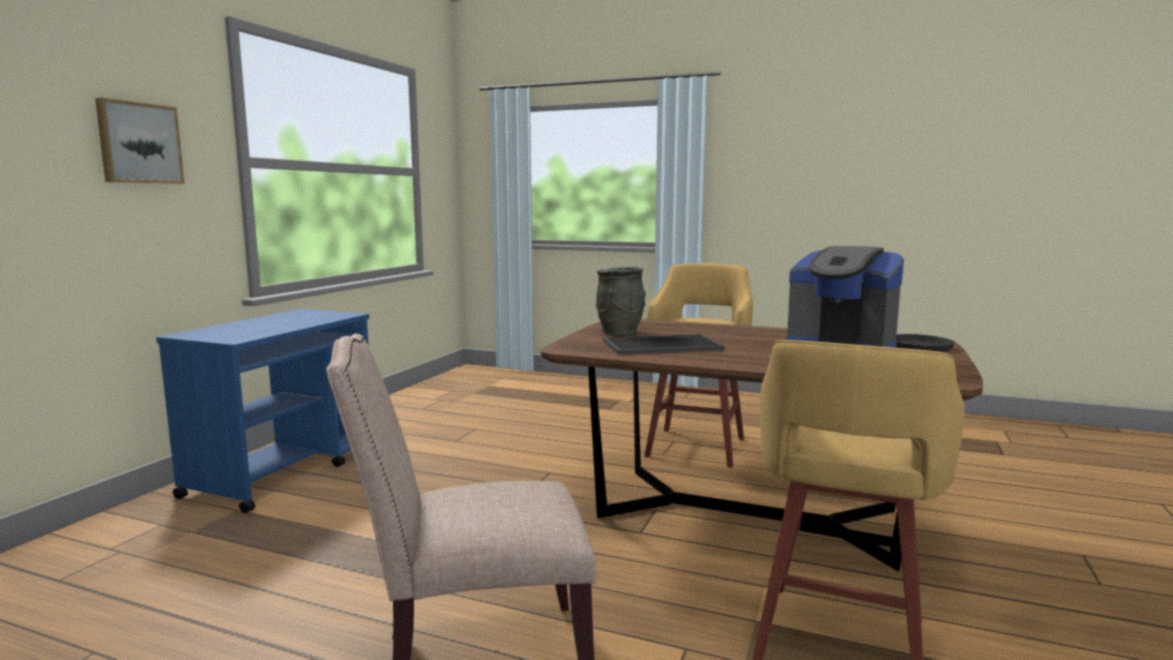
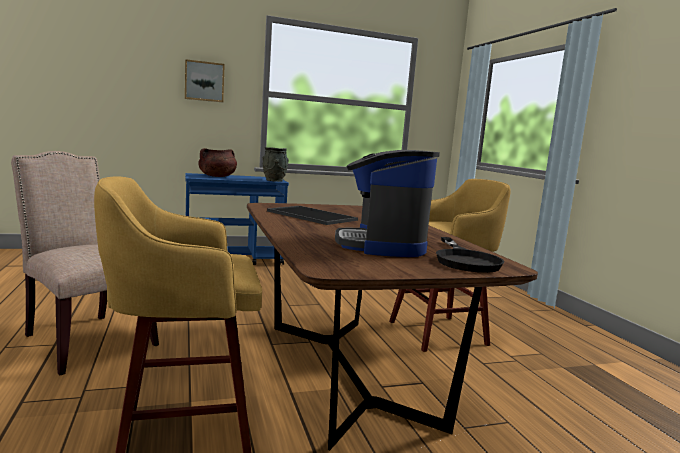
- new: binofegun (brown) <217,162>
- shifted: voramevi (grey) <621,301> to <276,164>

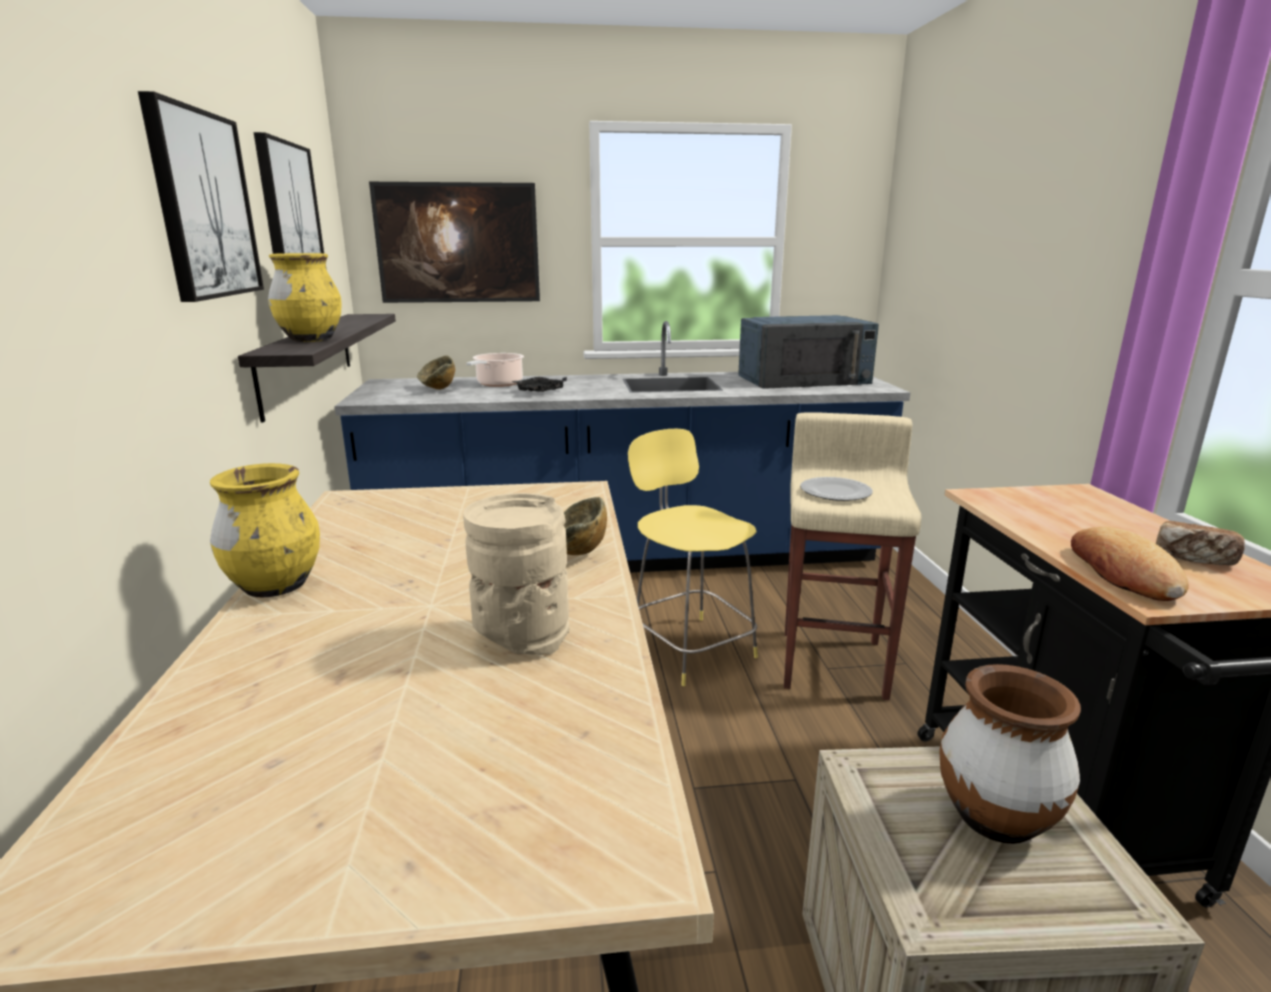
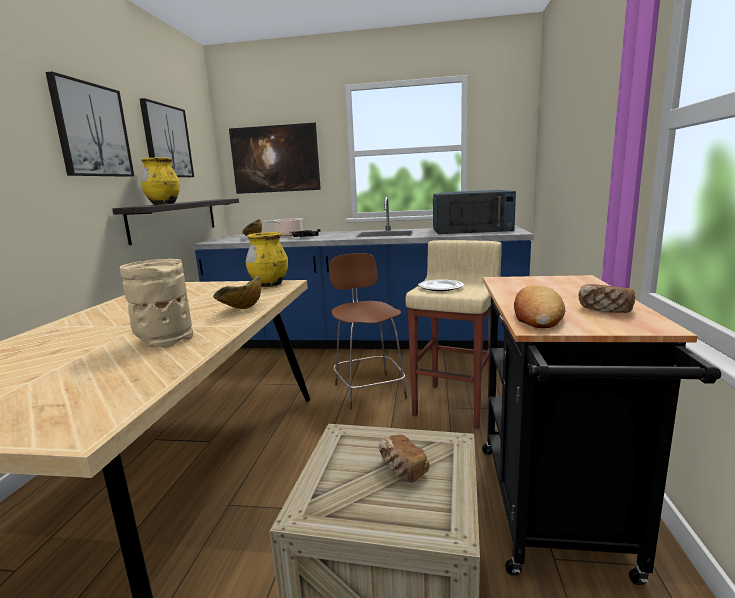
- shifted: voramevi (yellow) <265,530> to <267,259>
- repainted: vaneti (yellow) <693,557> to vaneti (brown) <368,331>
- swapped: voramevi (brown) <1010,754> to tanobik <404,458>

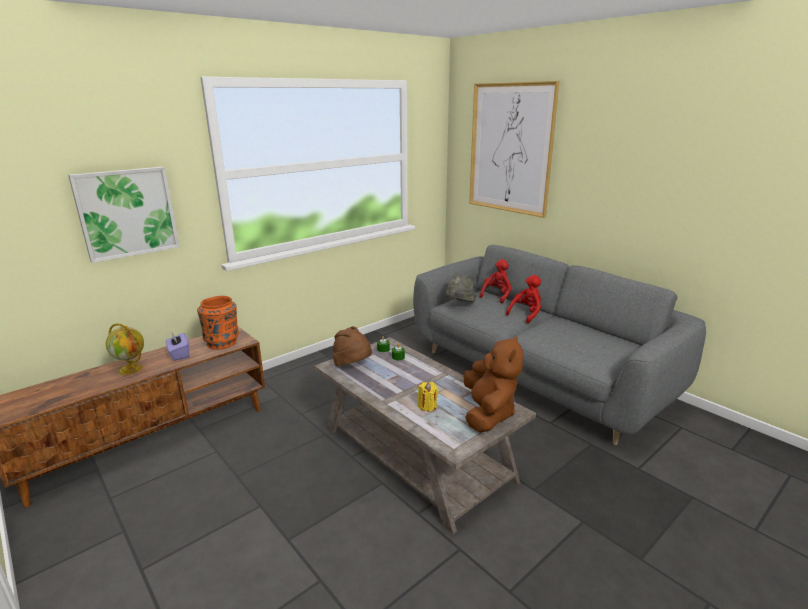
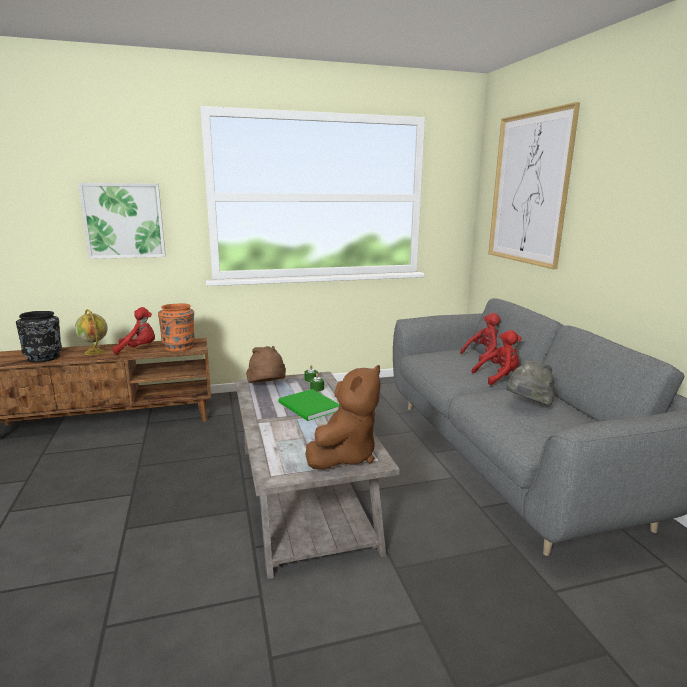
- new: voramevi (black) <39,337>
- swapped: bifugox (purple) <178,347> to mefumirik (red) <134,331>
- new: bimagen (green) <309,405>
- shifted: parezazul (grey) <461,287> to <531,382>
- gone: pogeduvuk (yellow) <428,396>

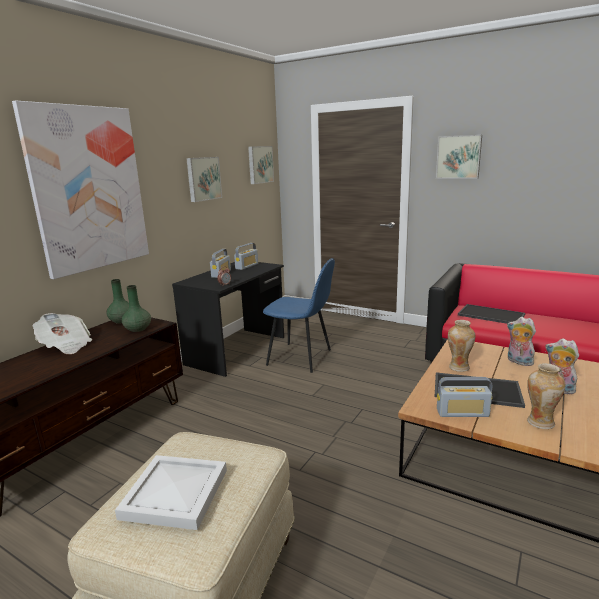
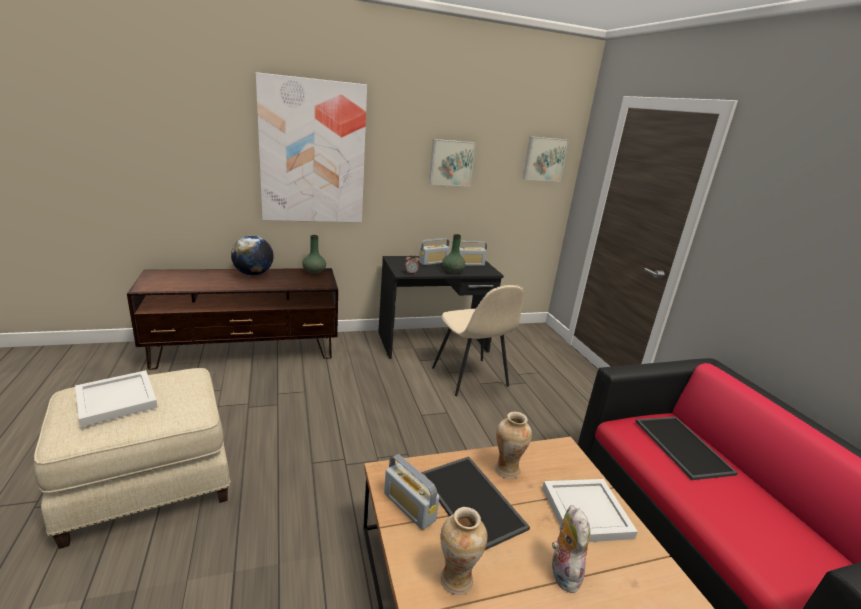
- swapped: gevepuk <62,333> to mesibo <252,256>
- repainted: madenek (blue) <299,315> to madenek (beige) <478,340>
- shifted: voramevi (green) <136,308> to <454,254>
- swapped: mefumirik <521,341> to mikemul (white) <590,510>
- gone: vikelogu <459,157>

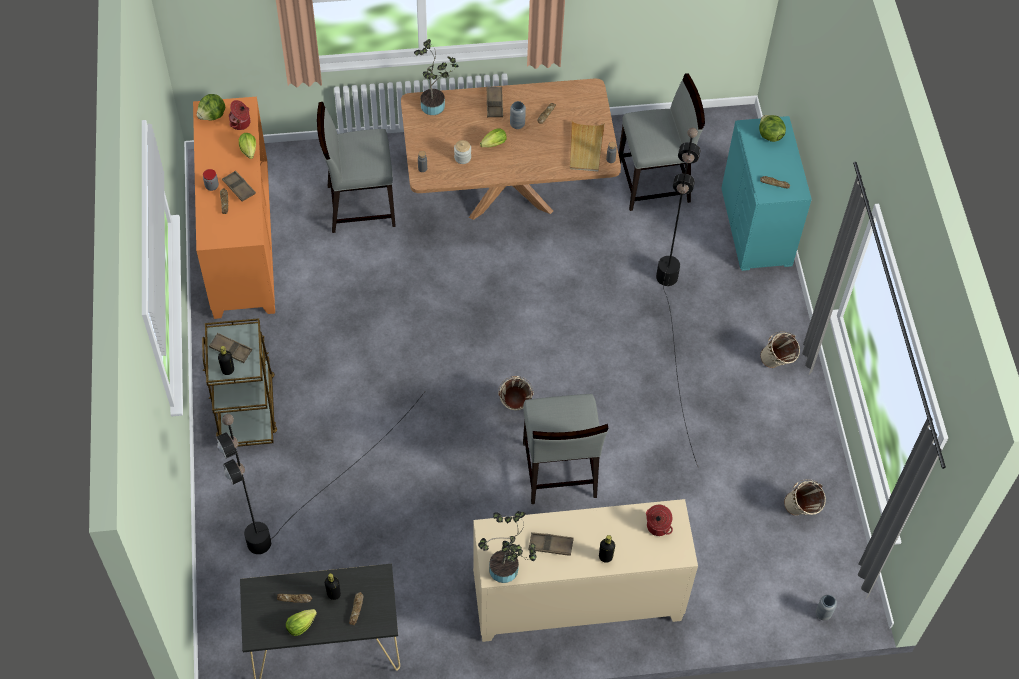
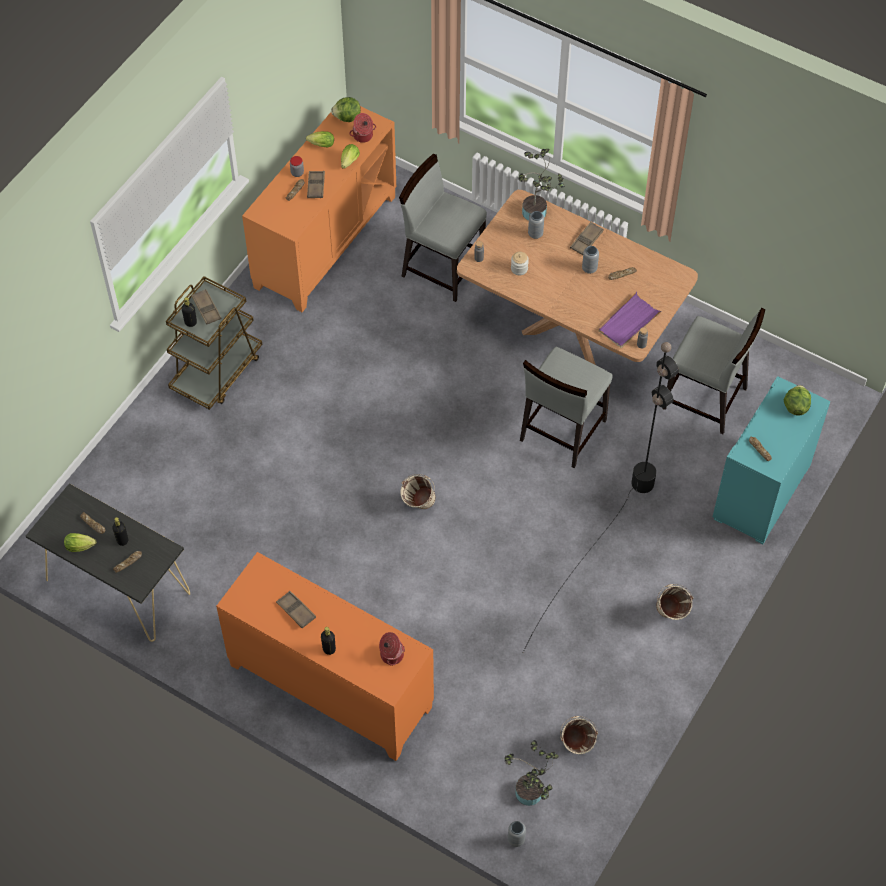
- repainted: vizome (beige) <585,570> to vizome (orange) <325,656>
- shifted: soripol <493,137> to <320,139>
- shifted: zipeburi <507,547> to <532,773>
- shifted: madenek (grey) <565,449> to <566,407>
- new: voramevi (grey) <536,225>
- repainted: mikemul (beige) <587,146> to mikemul (purple) <631,320>
- gone: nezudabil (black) <320,473>

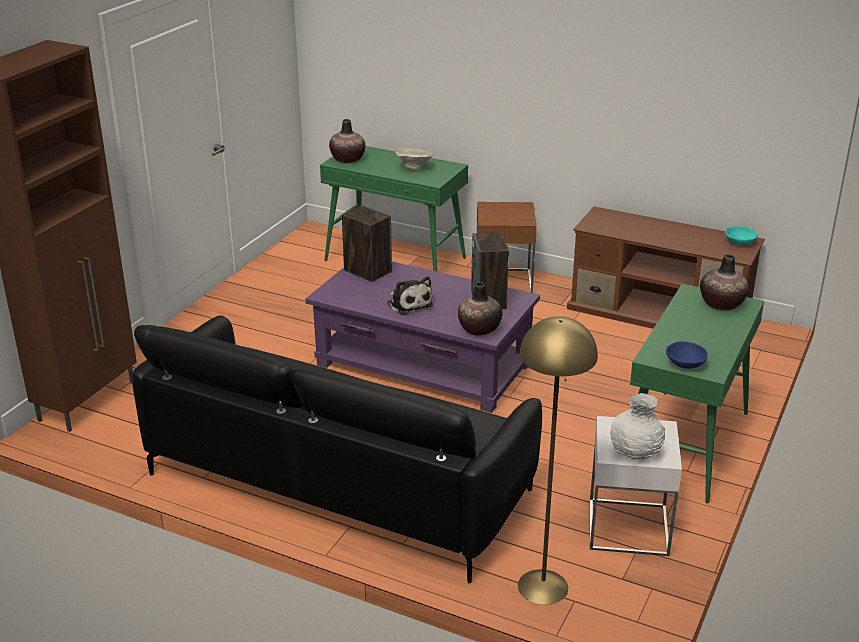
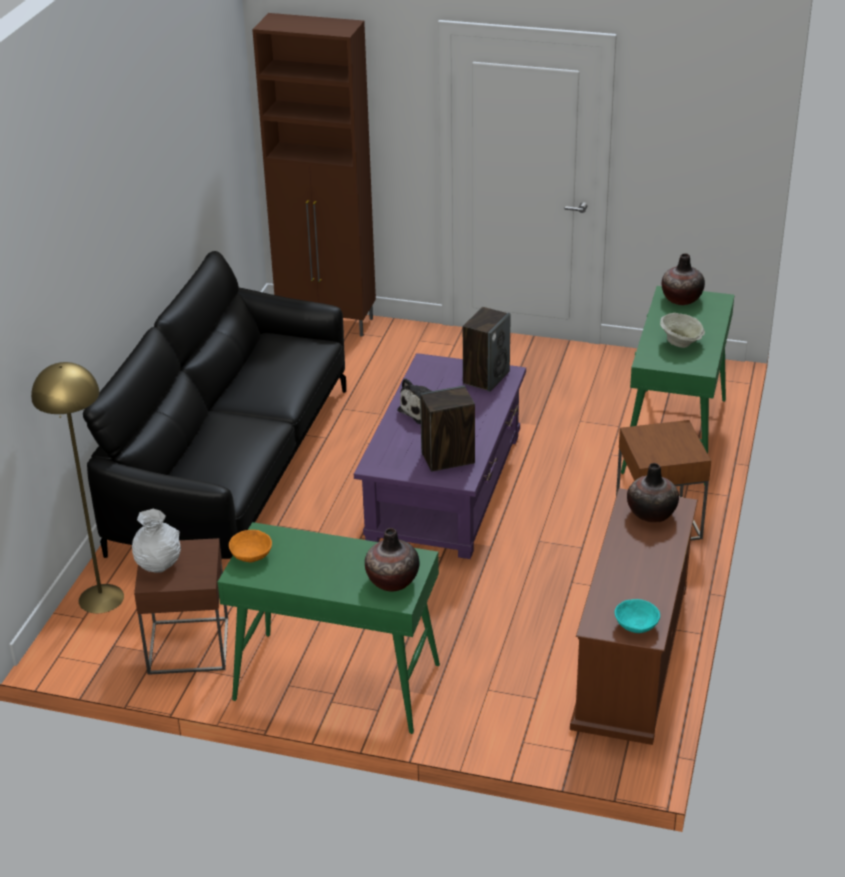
- repainted: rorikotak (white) <636,486> to rorikotak (brown) <181,606>
- repainted: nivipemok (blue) <687,355> to nivipemok (orange) <250,546>
- shifted: voramevi <480,308> to <653,493>

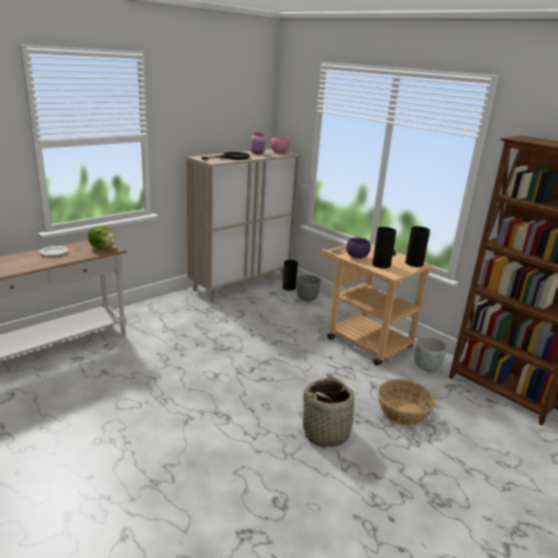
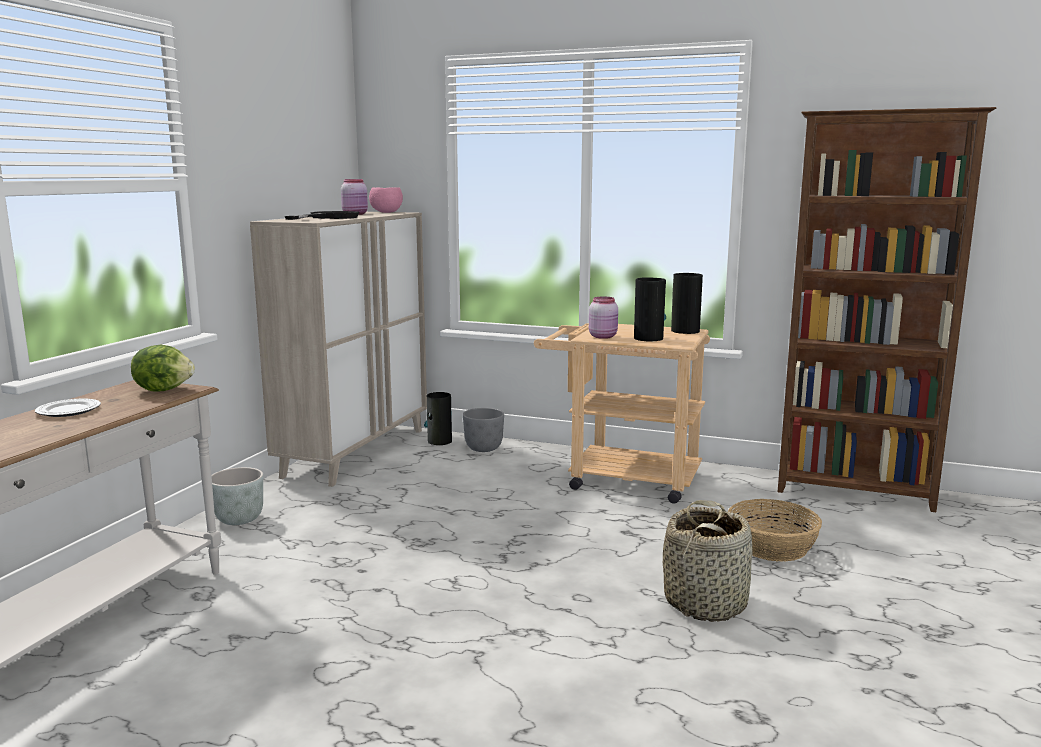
- shifted: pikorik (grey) <430,353> to <237,496>
- swapped: nivipemok (purple) <358,248> to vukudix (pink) <603,318>

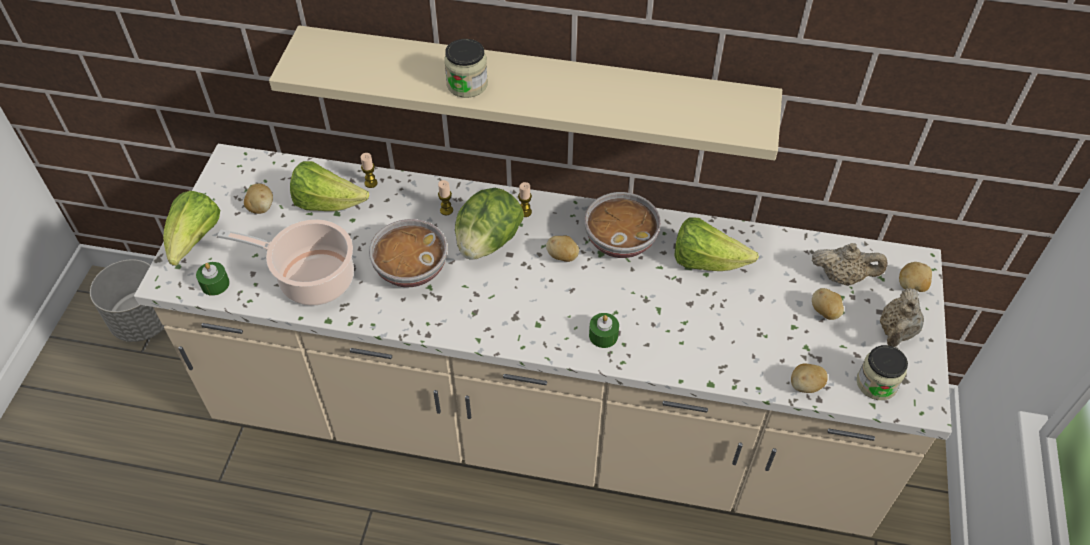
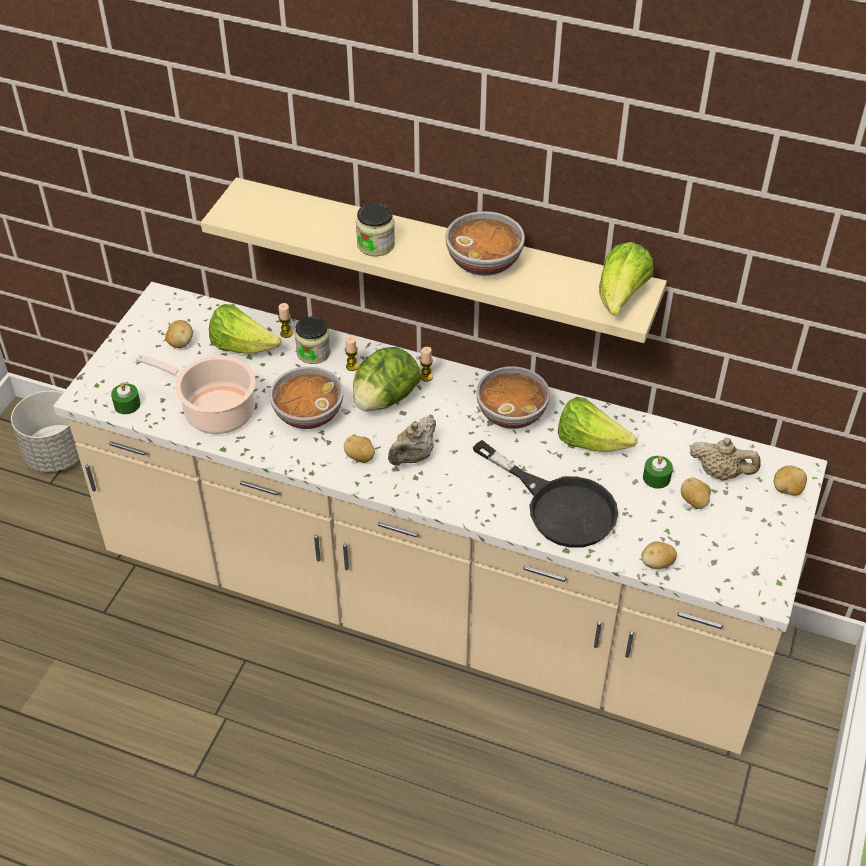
- shifted: vukudix <882,372> to <313,340>
- shifted: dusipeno <562,249> to <359,449>
- shifted: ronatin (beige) <902,317> to <412,441>
- new: nivipemok <485,243>
- new: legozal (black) <545,494>
- shifted: soripol <191,228> to <626,279>
- shifted: pogeduvuk (green) <604,330> to <658,472>

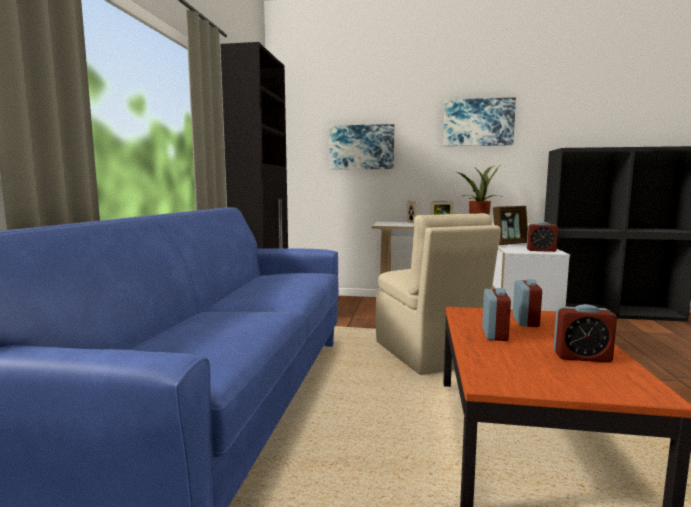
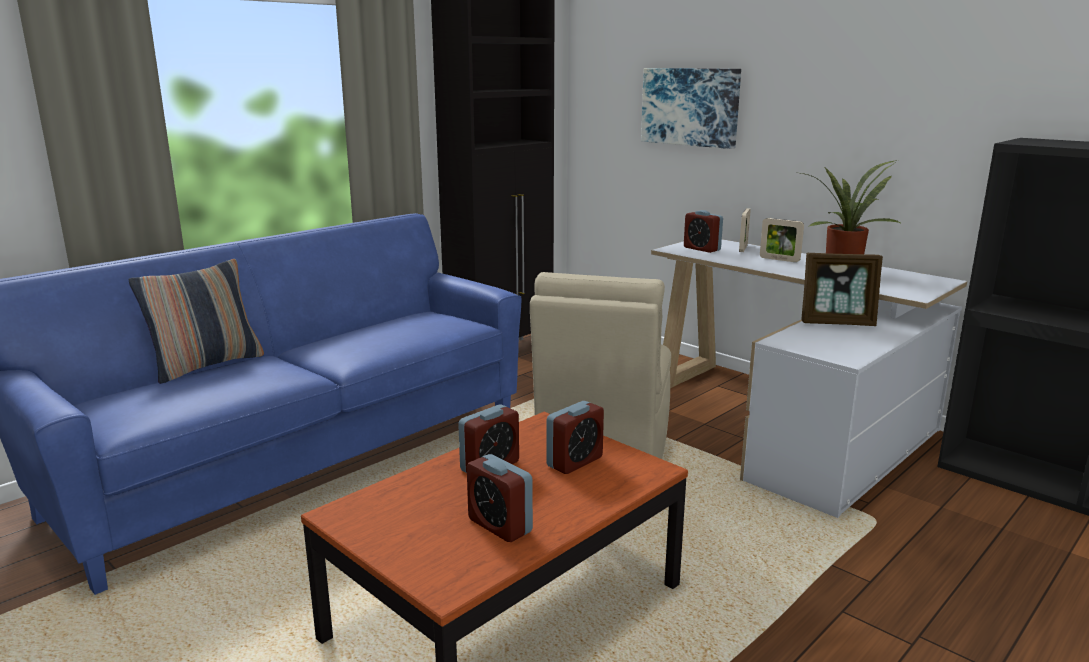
- new: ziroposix <196,321>
- shifted: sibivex <542,237> to <703,231>
- gone: vikelogu <479,121>

